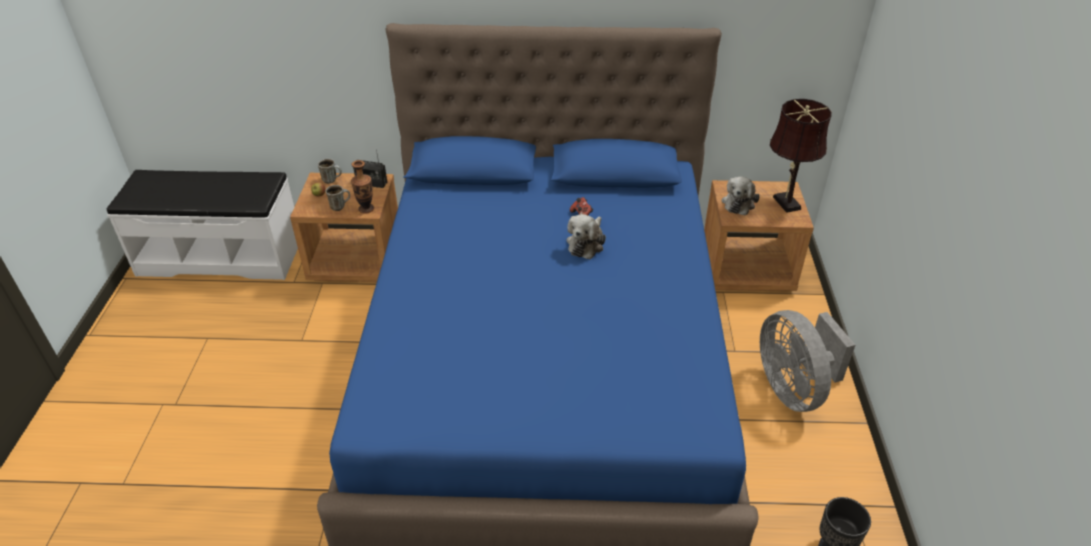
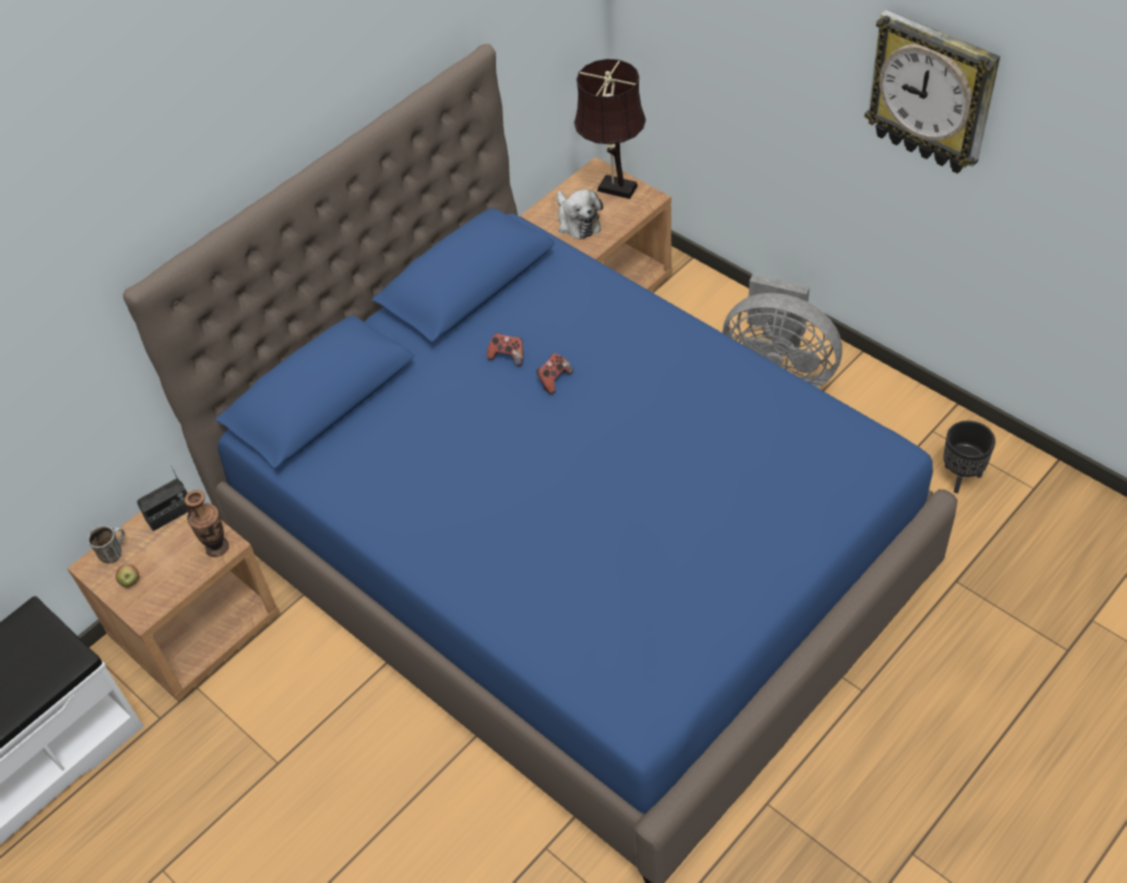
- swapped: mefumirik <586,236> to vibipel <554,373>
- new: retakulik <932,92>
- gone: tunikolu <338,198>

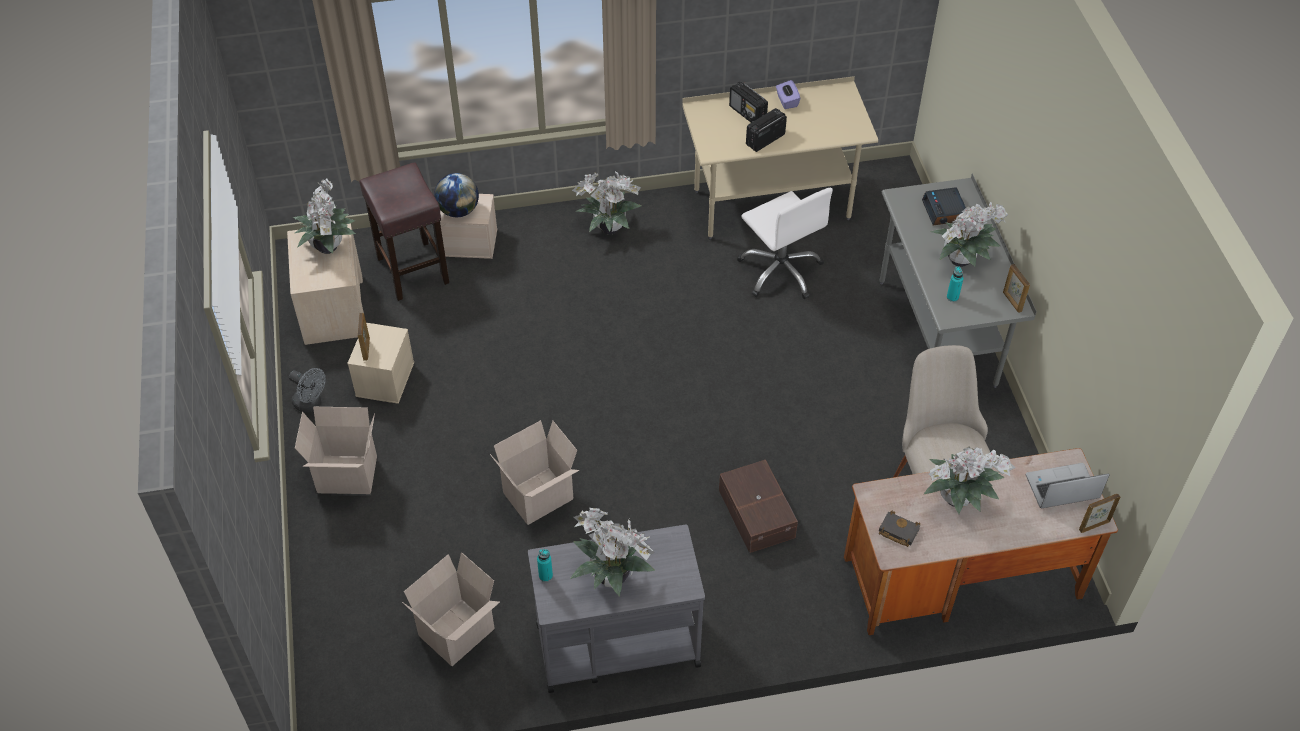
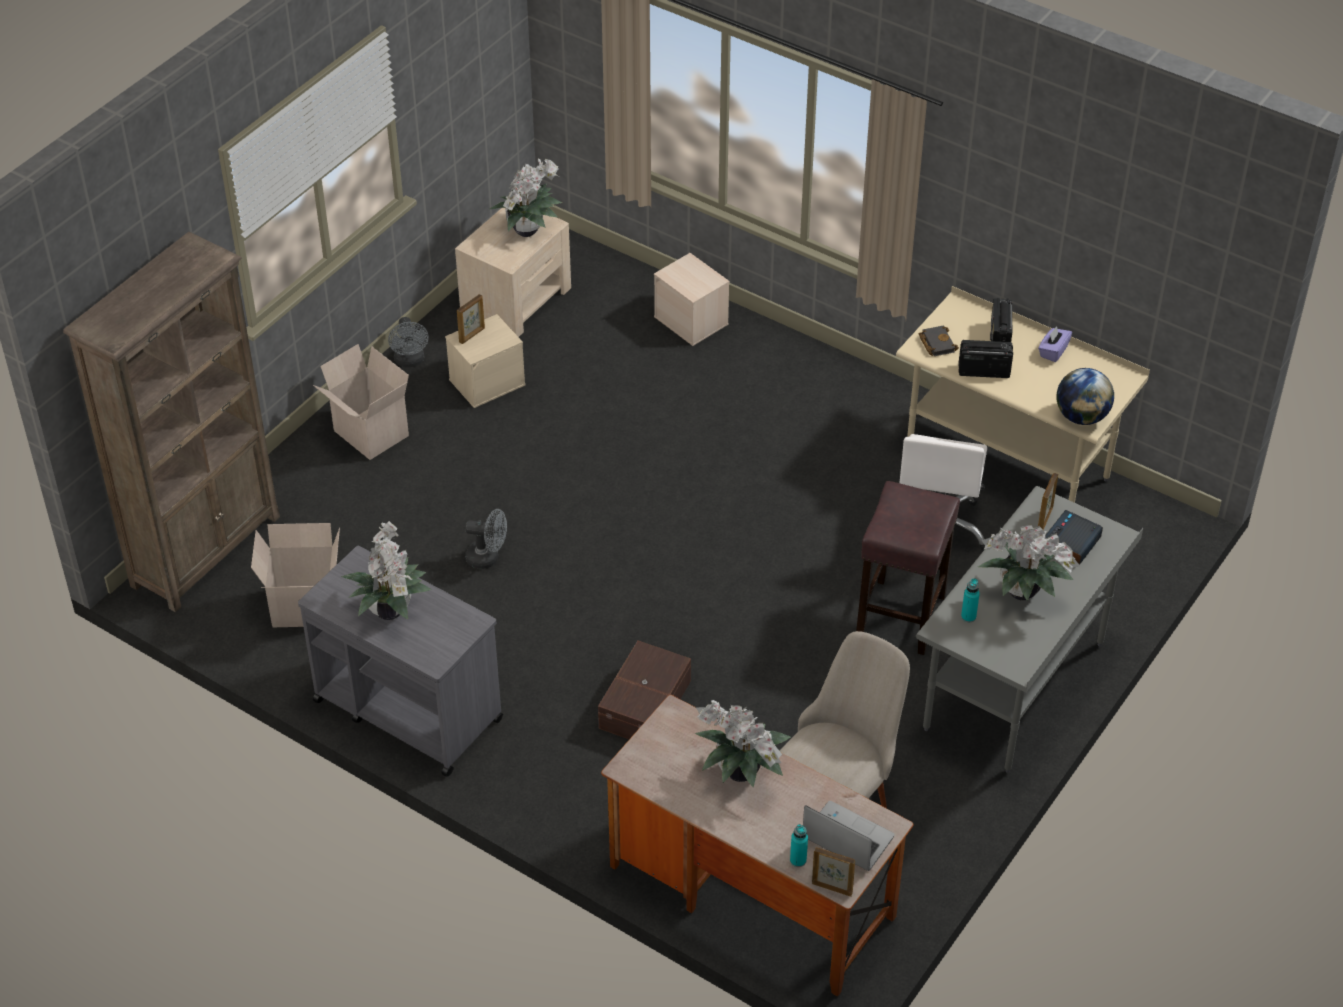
- new: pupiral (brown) <171,422>
- swapped: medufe <534,472> to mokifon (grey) <486,539>
- shifted: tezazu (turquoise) <545,565> to <799,845>
- shifted: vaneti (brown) <404,231> to <908,568>
- shifted: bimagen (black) <899,529> to <939,341>
- shifted: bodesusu <1016,288> to <1048,501>
- shifted: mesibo <456,195> to <1085,396>
- gone: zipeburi <606,203>

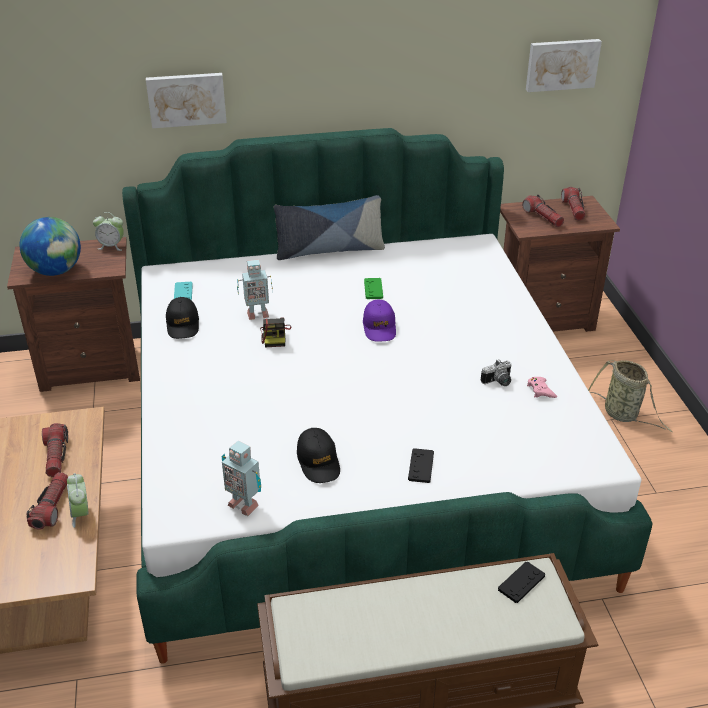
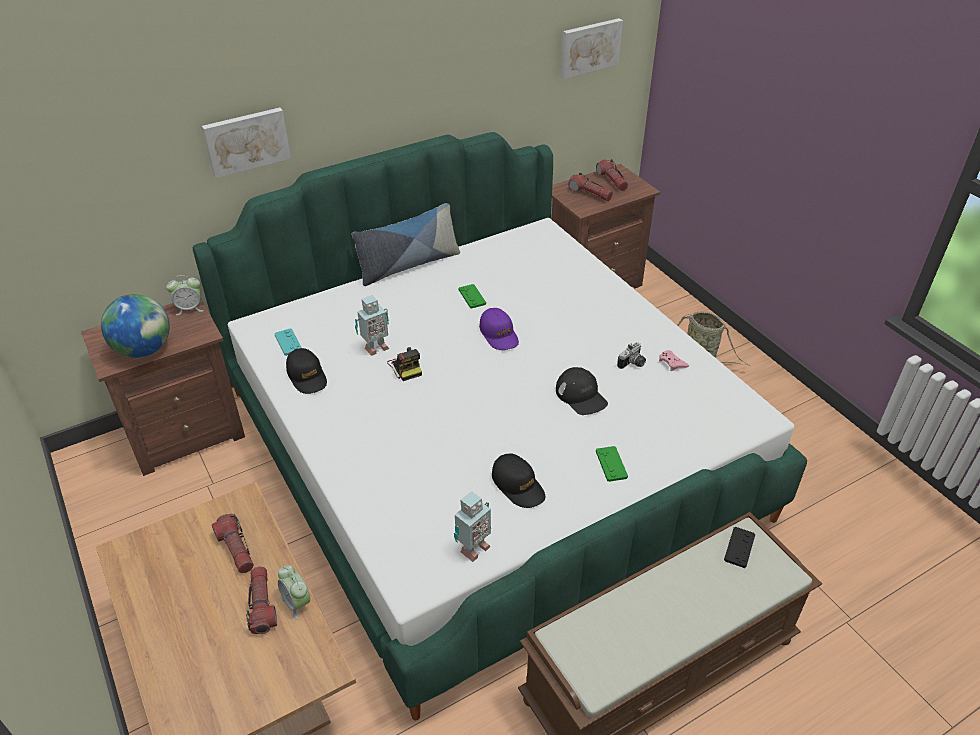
- rotated: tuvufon <241,478> = <472,526> 60 degrees counterclockwise
- new: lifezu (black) <582,391>
- repainted: vibipel (black) <421,465> to vibipel (green) <612,464>

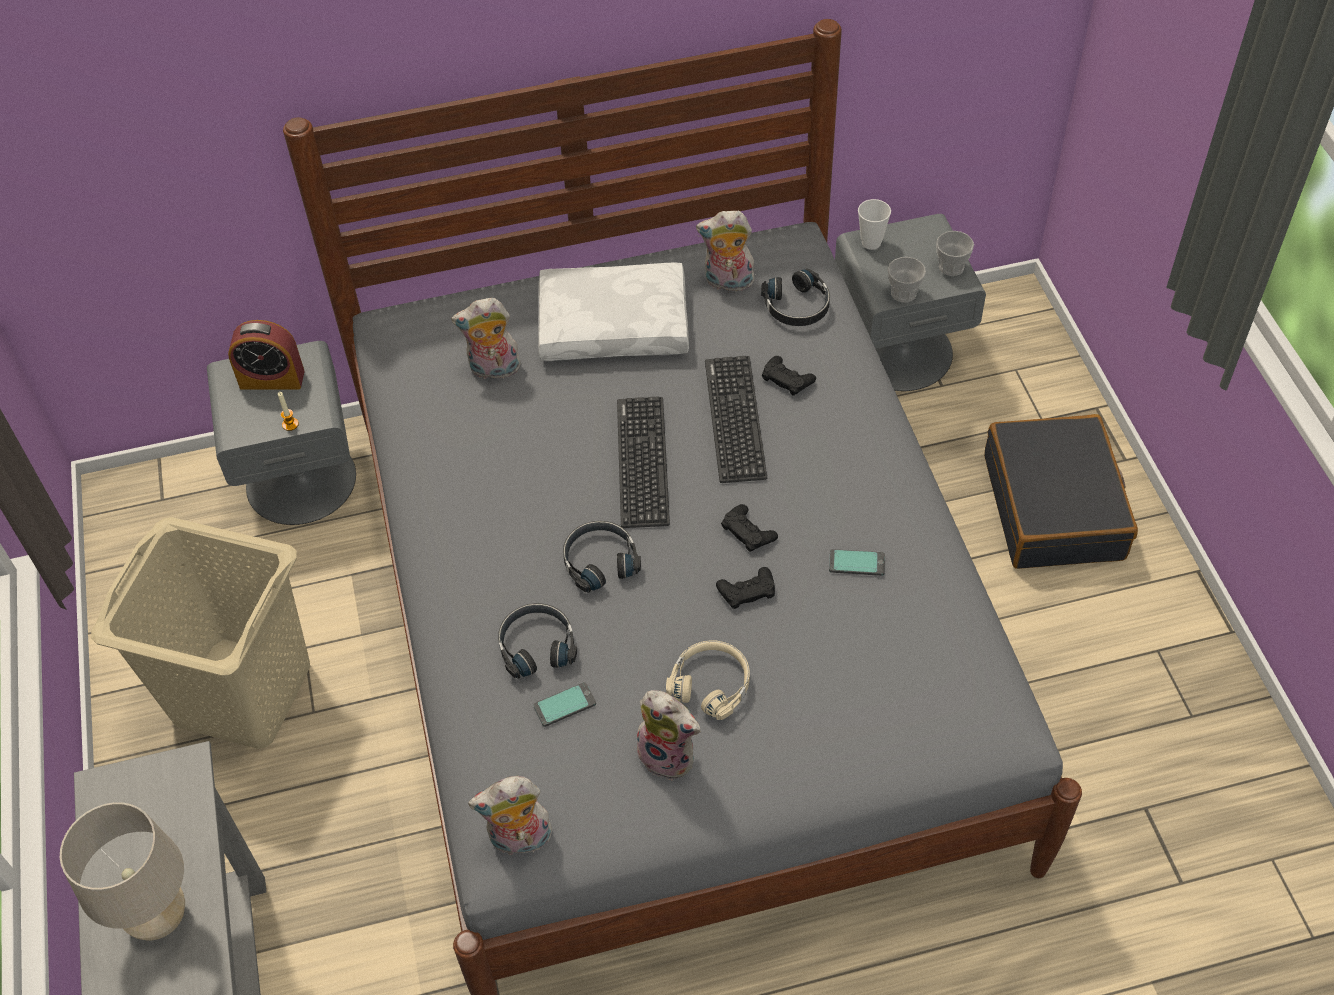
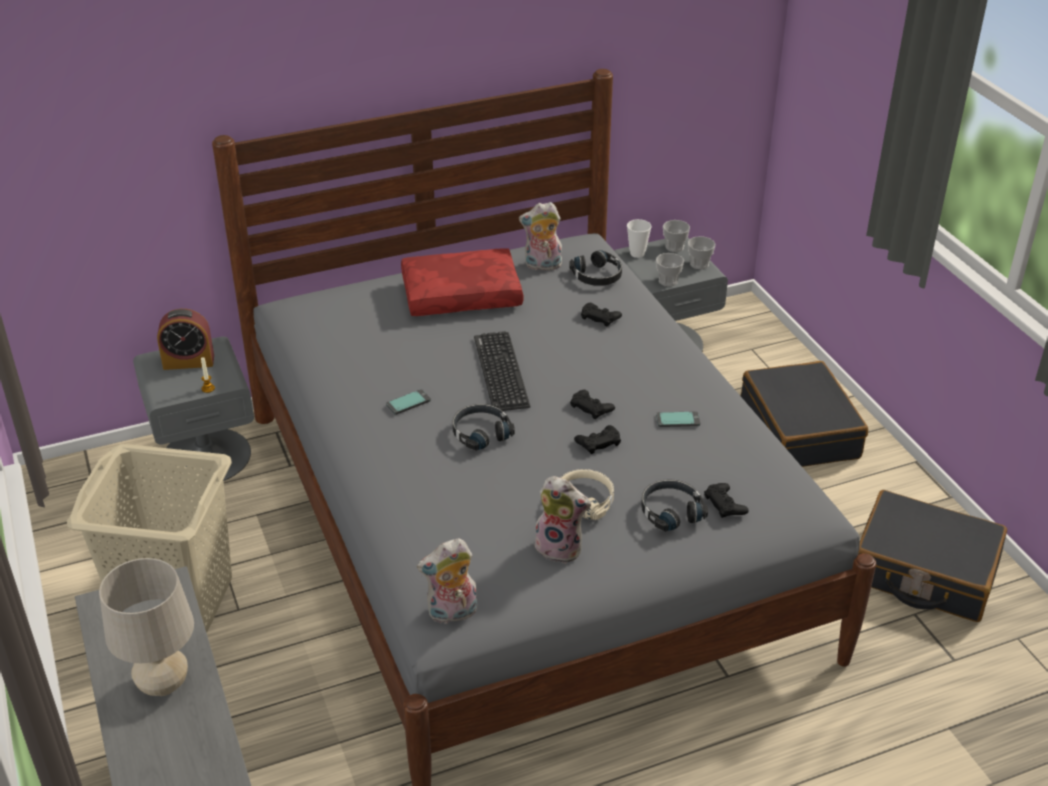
- shifted: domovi <564,704> to <408,402>
- repainted: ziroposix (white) <613,311> to ziroposix (red) <462,282>
- shifted: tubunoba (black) <537,641> to <674,505>
- new: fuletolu <676,236>
- new: vibipel (black) <726,500>
- new: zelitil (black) <932,556>
- gone: mefumirik <486,339>
- gone: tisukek <736,419>

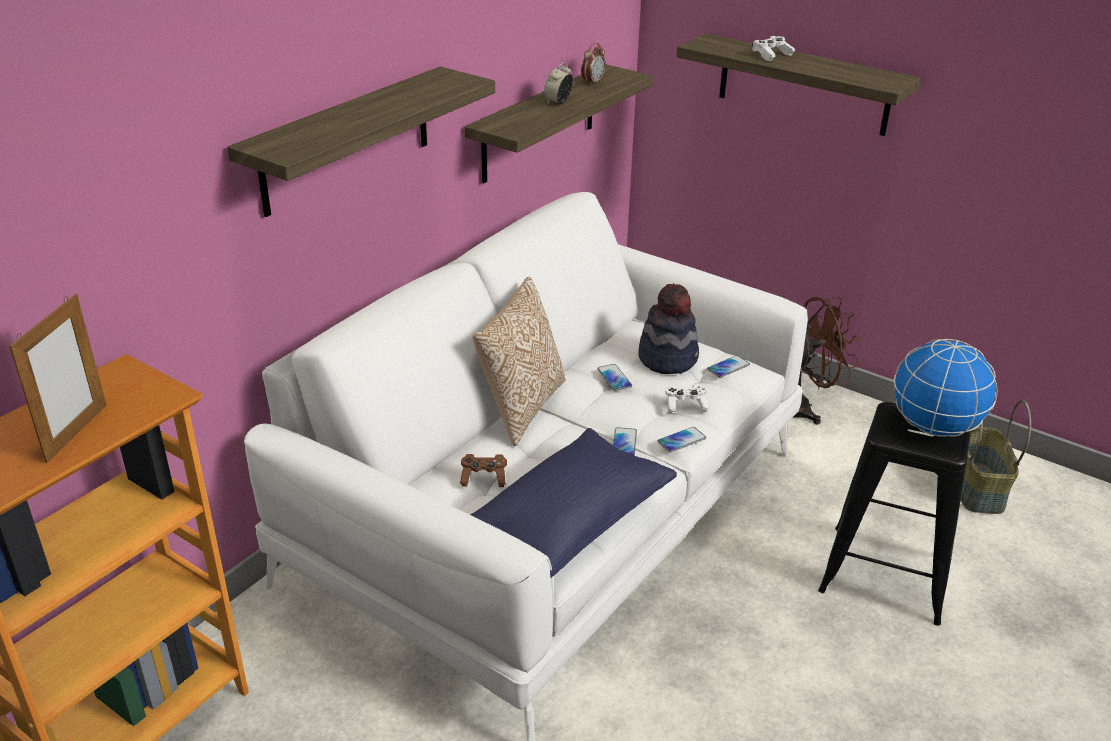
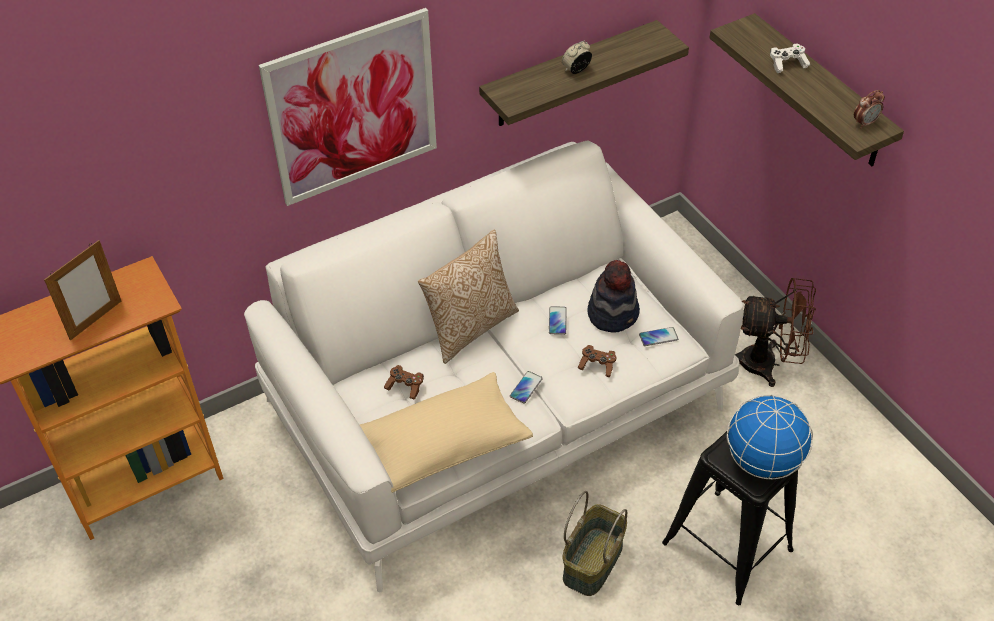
- swapped: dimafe <361,141> to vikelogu <348,107>
- repainted: ziroposix (blue) <573,503> to ziroposix (beige) <446,432>
- shifted: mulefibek <996,457> to <595,543>
- repainted: vibipel (white) <687,398> to vibipel (brown) <597,361>
- shifted: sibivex <593,64> to <869,109>
- gone: domovi <682,439>

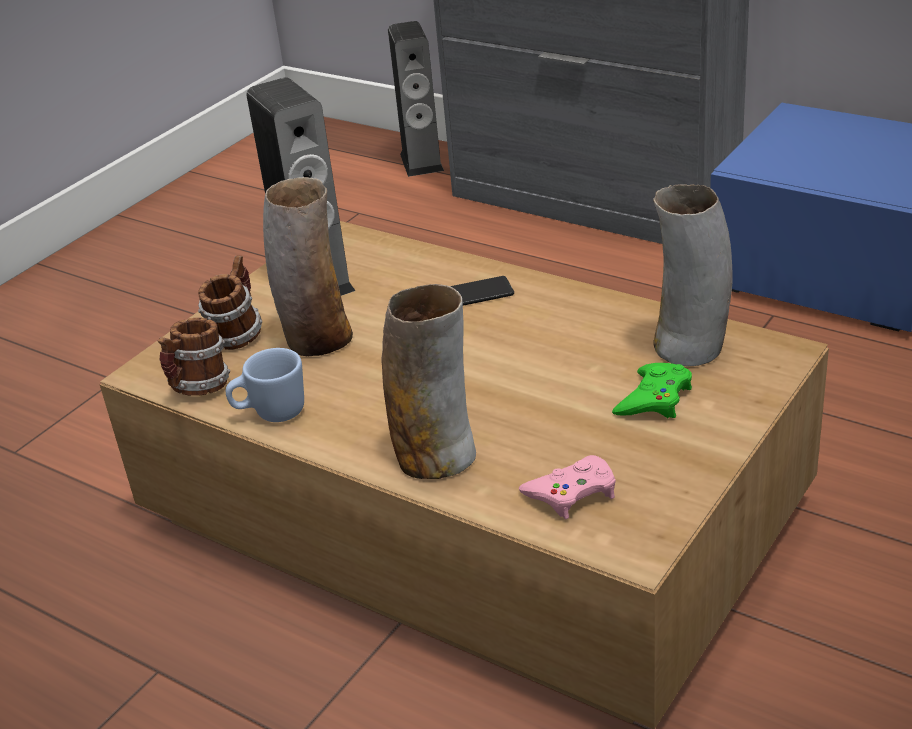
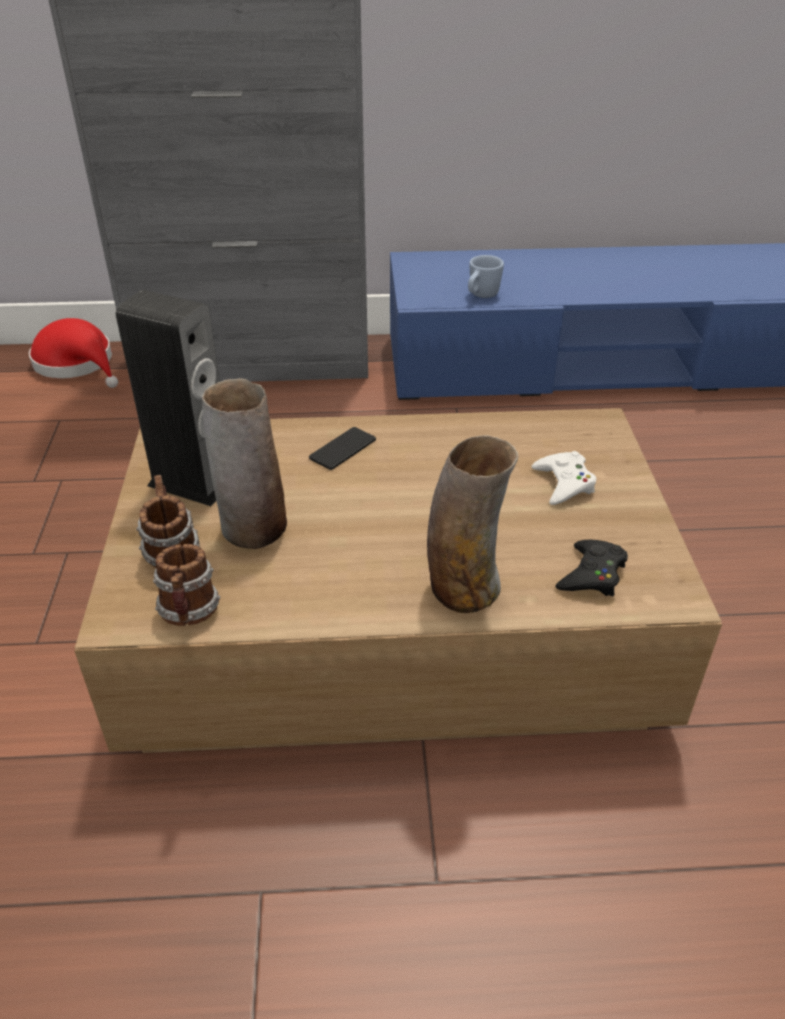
- swapped: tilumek <416,99> to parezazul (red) <73,353>
- shifted: tunikolu (blue) <265,385> to <486,276>
- repainted: vibipel (green) <652,390> to vibipel (white) <563,478>
- repainted: vibipel (pink) <567,487> to vibipel (black) <591,568>
- gone: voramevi <693,275>

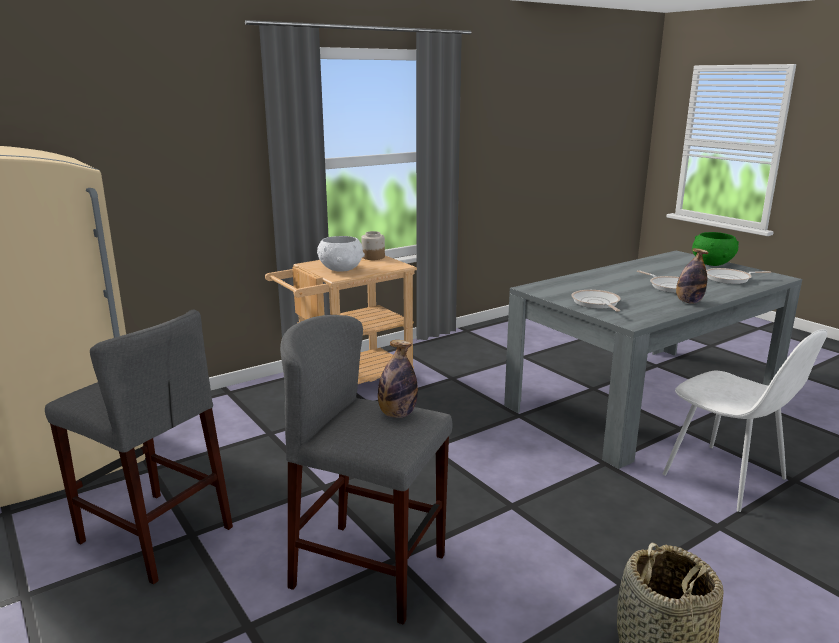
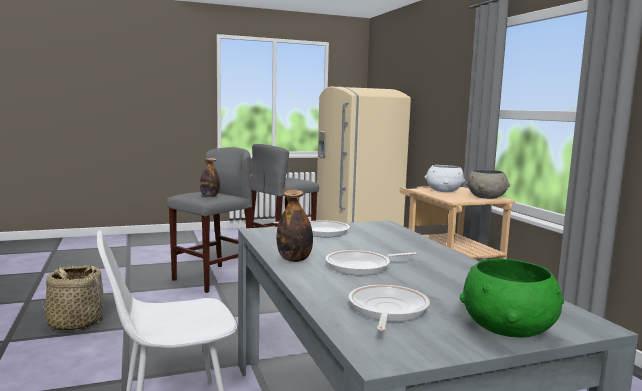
- swapped: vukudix <373,245> to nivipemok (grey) <488,184>

